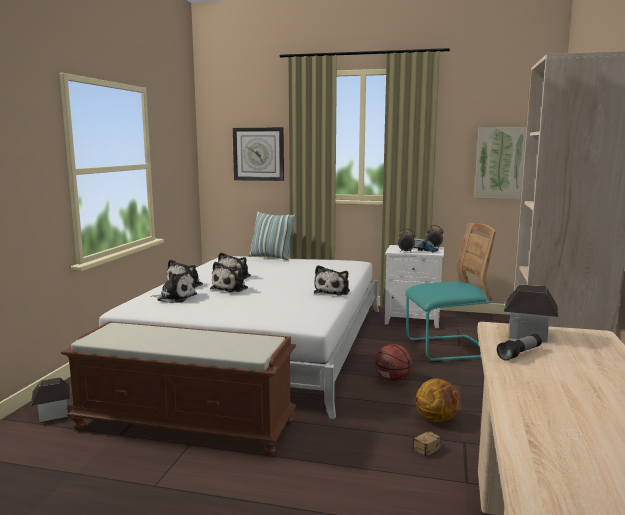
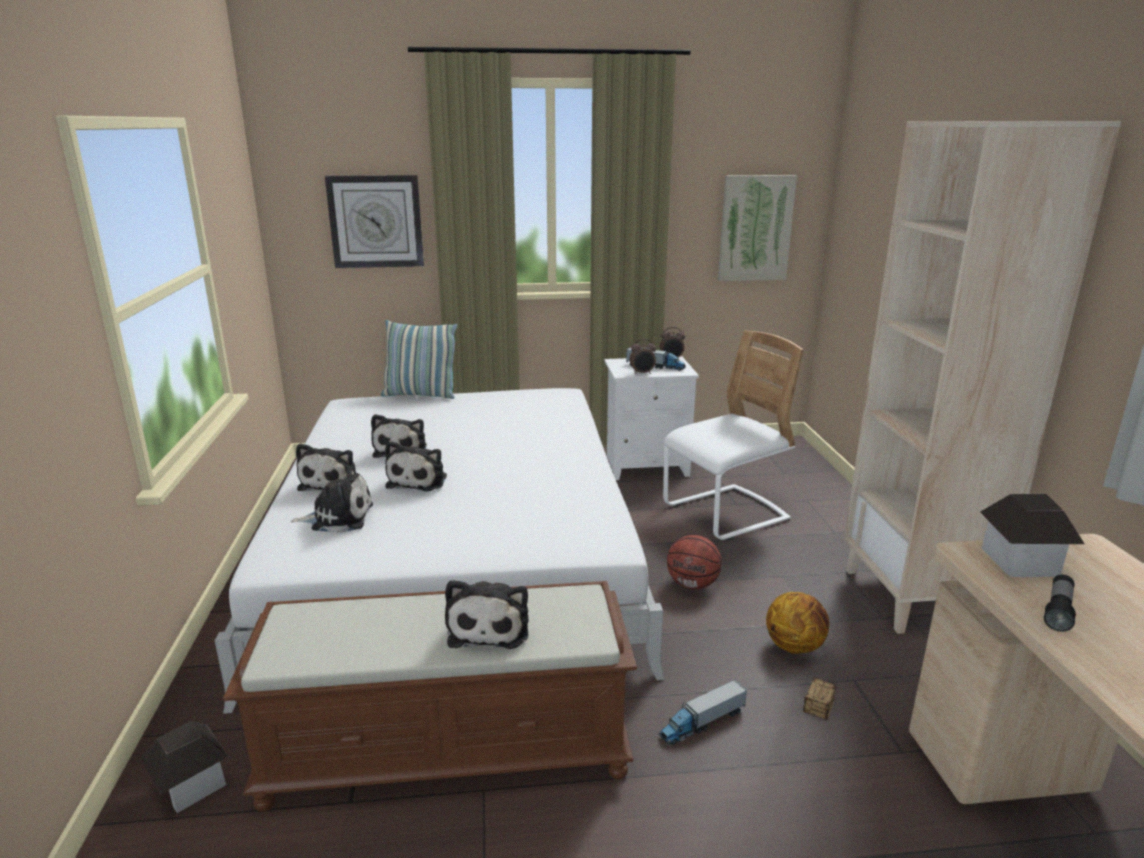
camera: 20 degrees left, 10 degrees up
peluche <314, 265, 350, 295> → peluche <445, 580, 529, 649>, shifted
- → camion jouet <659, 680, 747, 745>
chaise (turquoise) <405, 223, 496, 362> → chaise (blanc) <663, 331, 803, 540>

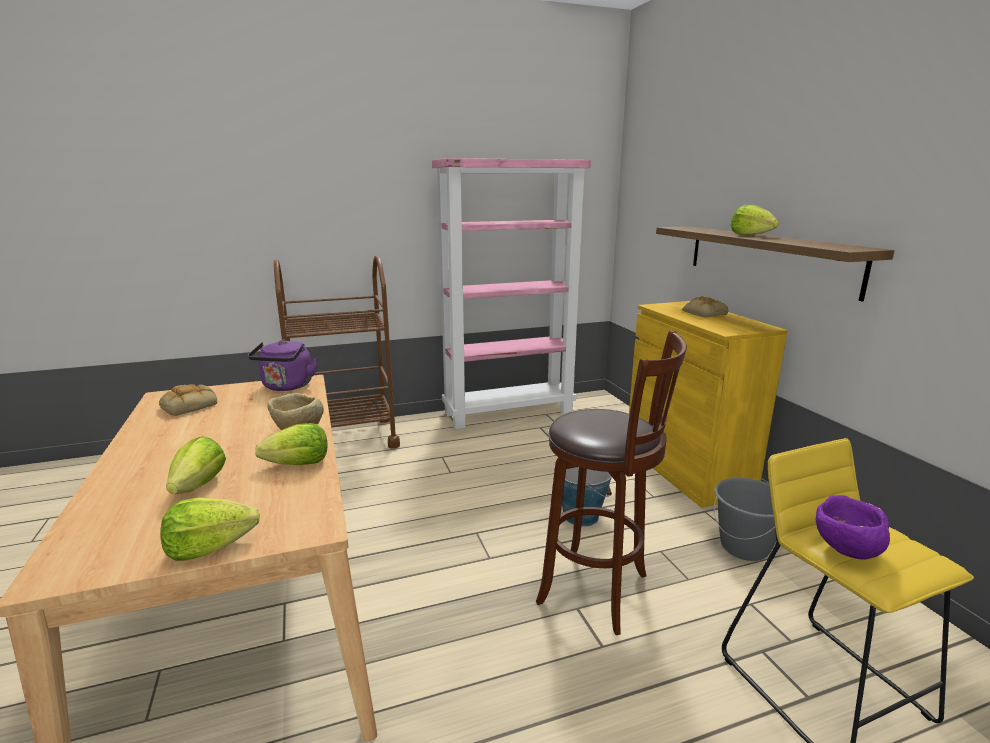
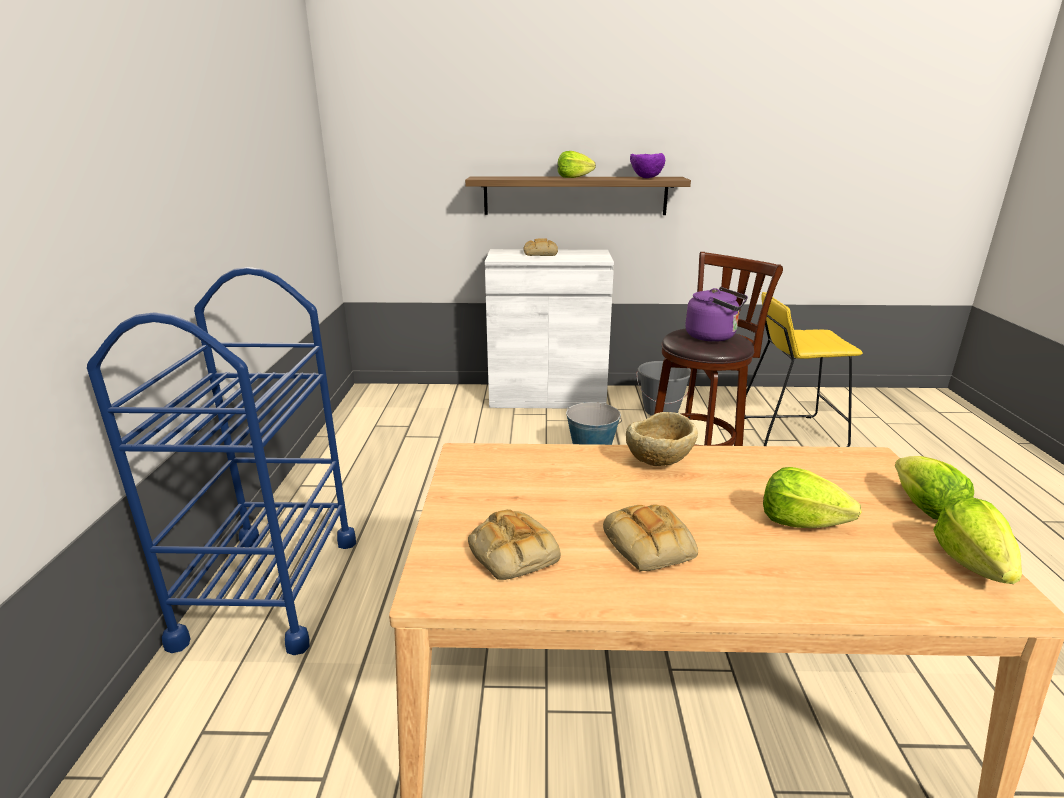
camera: 70 degrees left, 5 degrees up
chariot (marron) <274, 255, 400, 449> → chariot (bleu) <87, 267, 356, 655>
meuble de rangement (jaune) <629, 301, 787, 508> → meuble de rangement (blanc) <485, 249, 614, 408>
- → pain <603, 504, 698, 571>
bol (violet) <815, 495, 890, 560> → bol (violet) <630, 153, 665, 178>, shifted
bouilloire (violet) <248, 340, 318, 391> → bouilloire (violet) <685, 287, 748, 342>, shifted
laitue <255, 423, 328, 465> → laitue <933, 497, 1022, 584>, shifted
bibliothèque (rose) <432, 158, 591, 429> → -

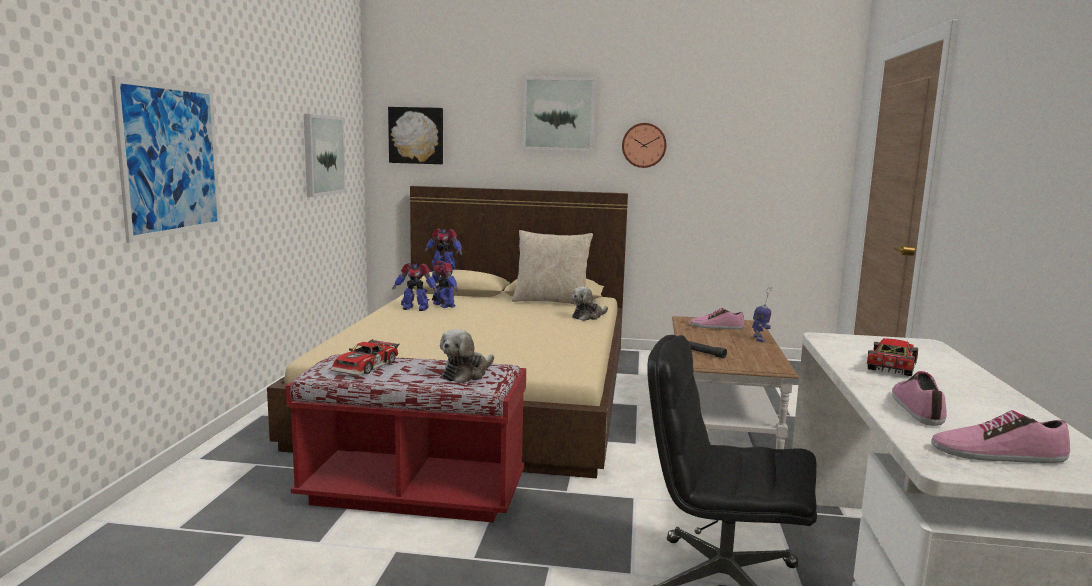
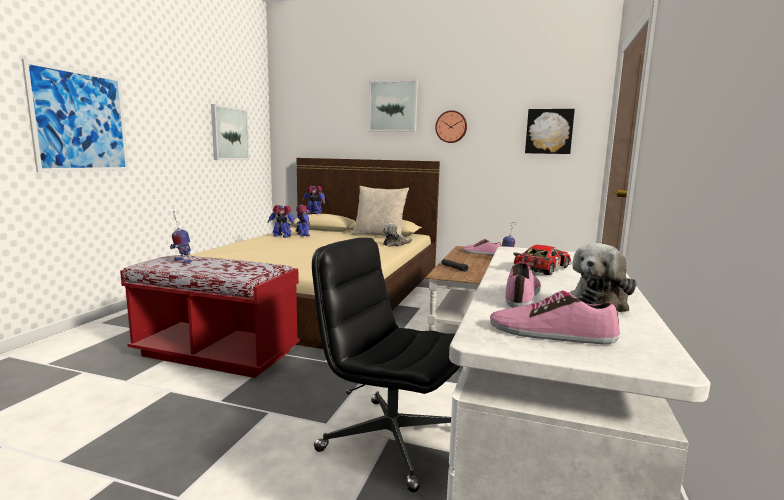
camera: 10 degrees right, 0 degrees up
petite voiture <331, 339, 400, 376> → robot jouet <170, 211, 191, 264>
tableau <388, 107, 443, 164> → tableau <525, 109, 575, 154>, shifted
peluche <440, 329, 494, 383> → peluche <569, 243, 637, 312>, shifted

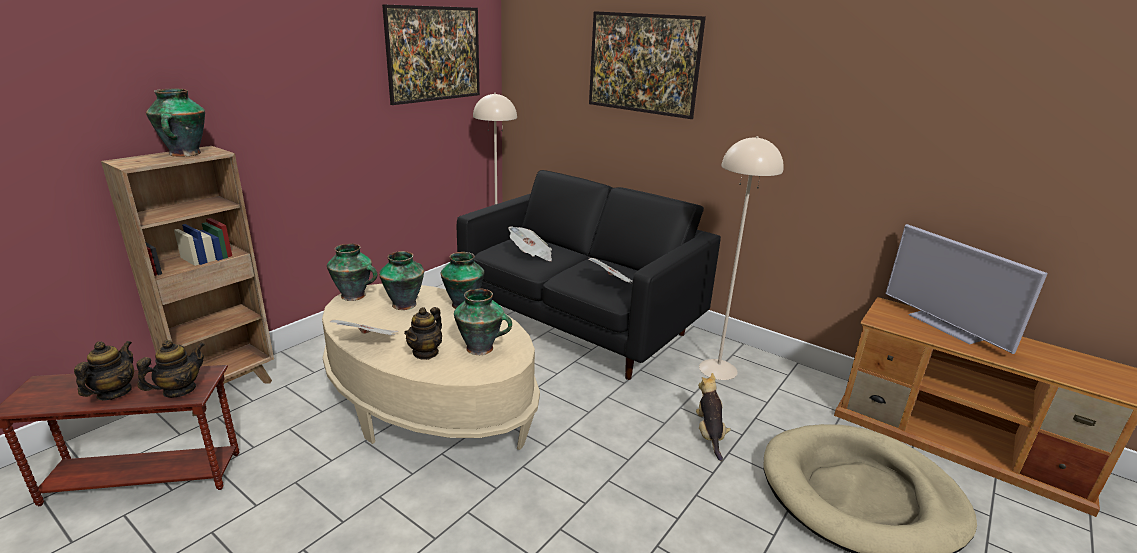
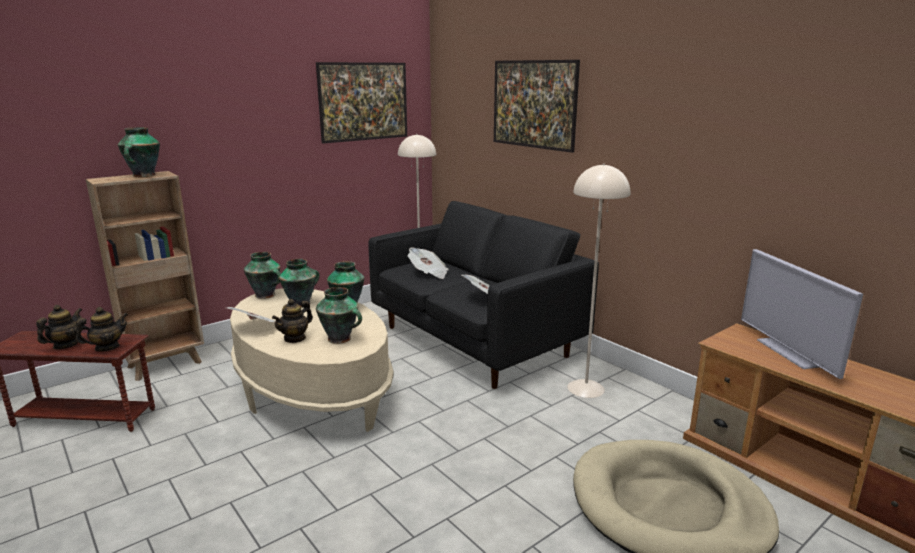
camera: 15 degrees right, 5 degrees down
peluche <696, 373, 731, 461> → -

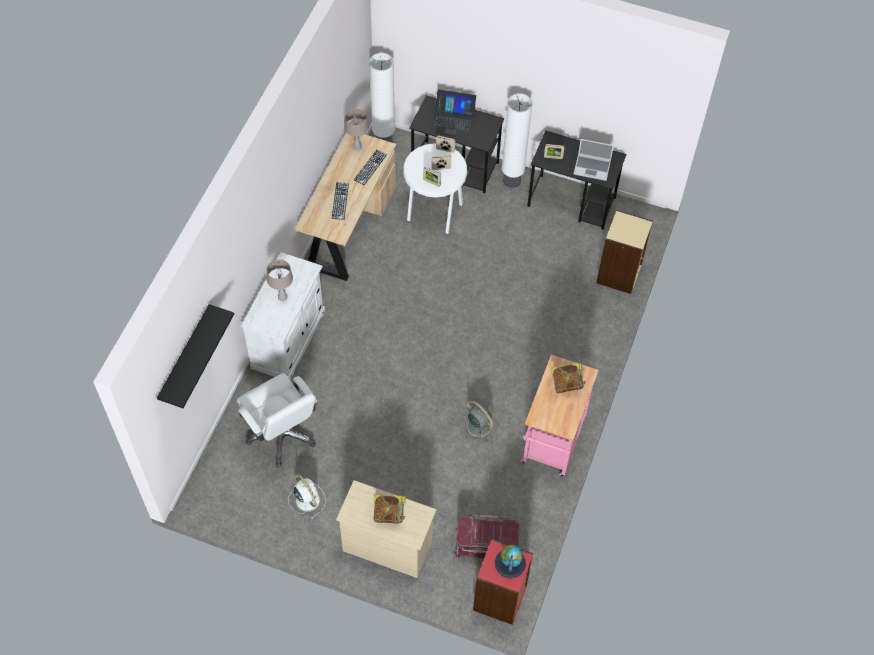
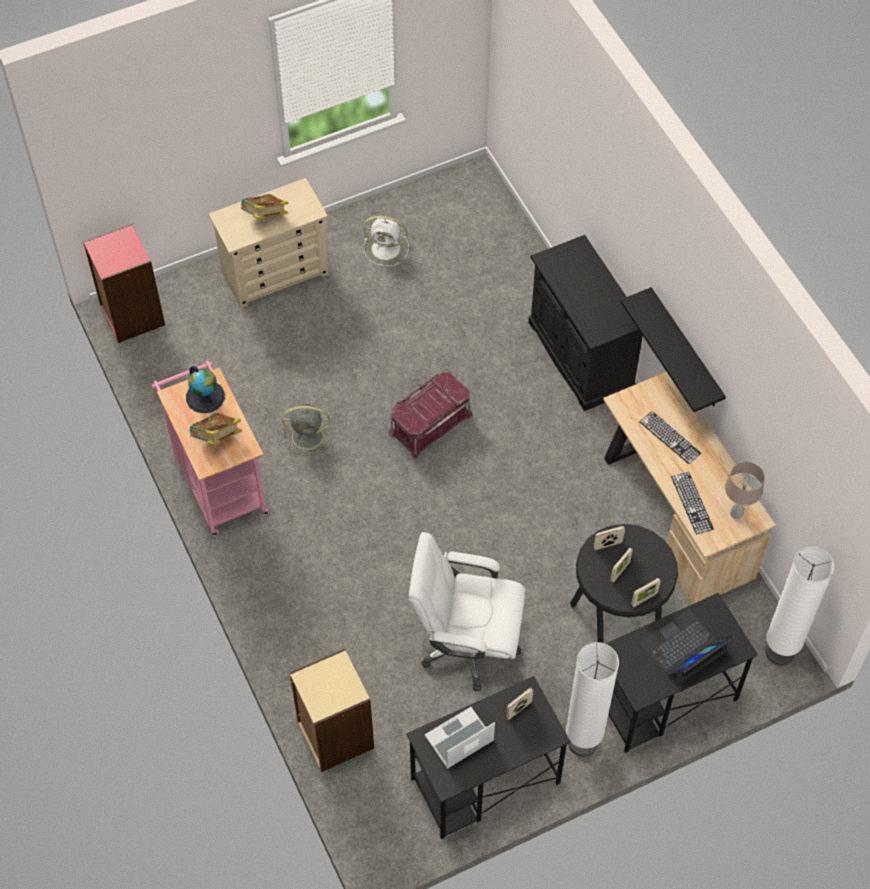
camera: 135 degrees right, 0 degrees up
globe <495, 544, 526, 578> → globe <186, 366, 225, 413>, shifted
boîte de rangement (rouge) <454, 514, 520, 559> → boîte de rangement (rouge) <389, 372, 473, 459>, shifted
chaise de bureau (blanc) <237, 373, 318, 467> → chaise de bureau (blanc) <409, 532, 525, 691>, shifted
meuble de rangement (blanc) <241, 252, 325, 381> → meuble de rangement (noir) <528, 235, 643, 411>
tabouret (blanc) <403, 143, 467, 234> → tabouret (noir) <570, 524, 678, 643>
étagère (noir) <157, 304, 234, 408> → étagère (noir) <620, 287, 726, 412>, shifted
lampe de table (beige) <267, 259, 293, 301> → -

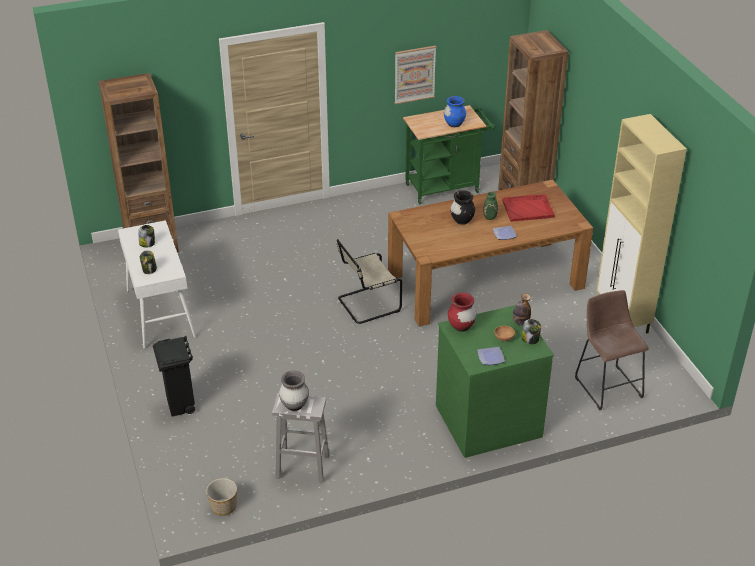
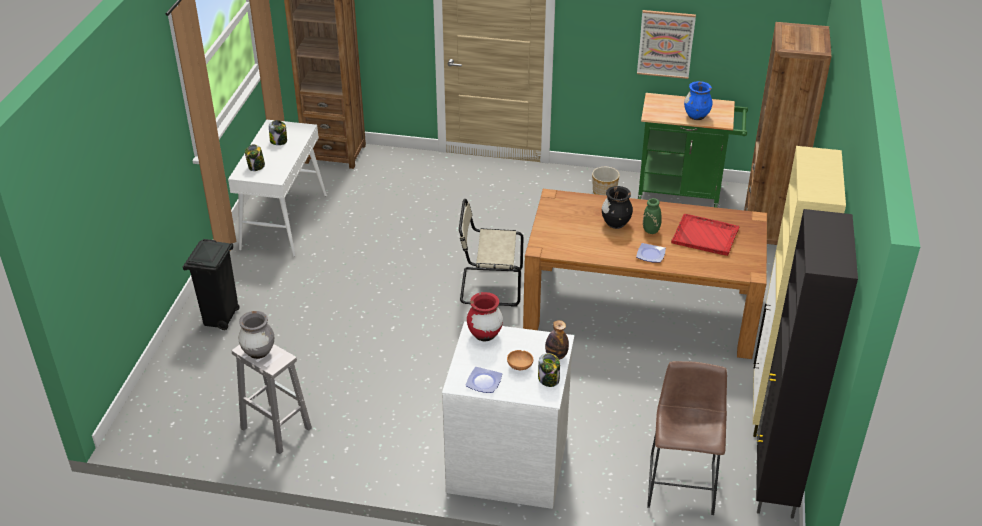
camera: 30 degrees right, 0 degrees up
commode (vert) <436, 305, 554, 458> → commode (blanc) <442, 321, 574, 509>
cache-pot <206, 478, 237, 516> → cache-pot <592, 167, 620, 196>, shifted
- → meuble de rangement (noir) <756, 209, 858, 519>

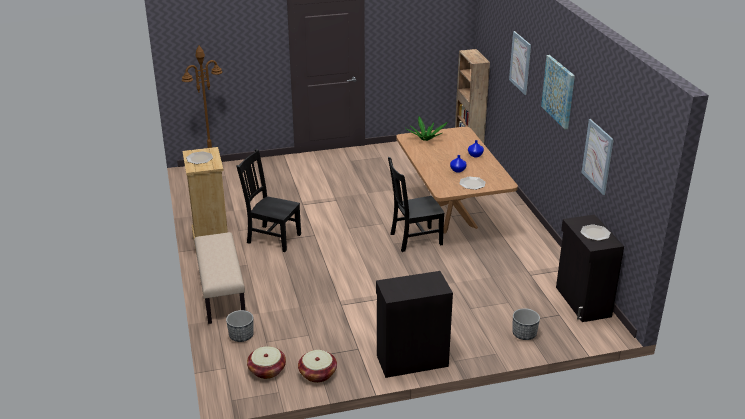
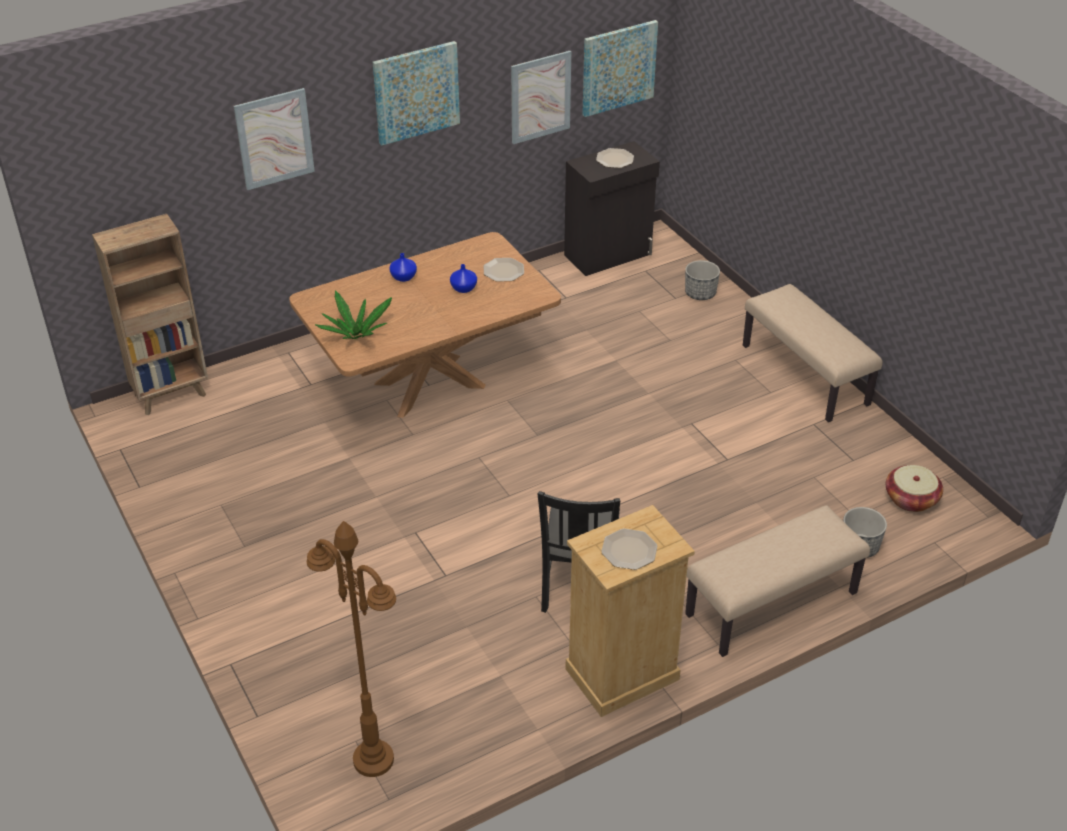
camera: 105 degrees left, 10 degrees up
- → tableau <582, 20, 658, 117>
meuble de rangement (noir) <376, 271, 453, 378> → banc (beige) <743, 284, 883, 422>
panier <298, 350, 337, 383> → -
chaise (noir) <388, 157, 445, 252> → -

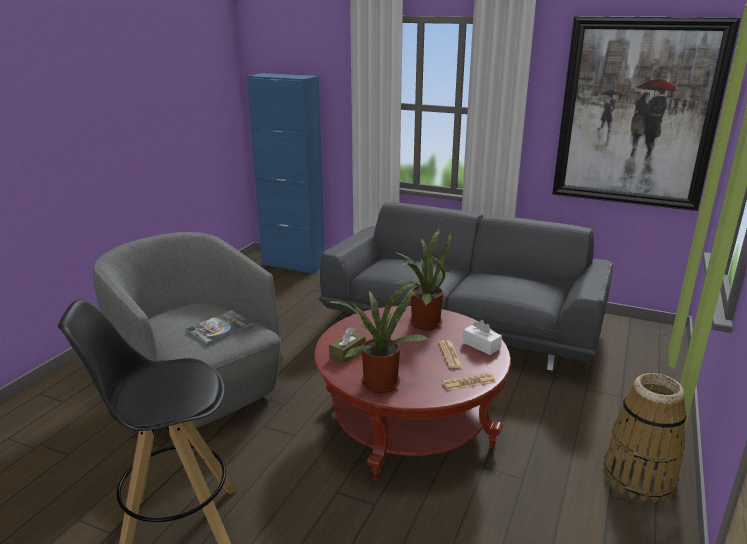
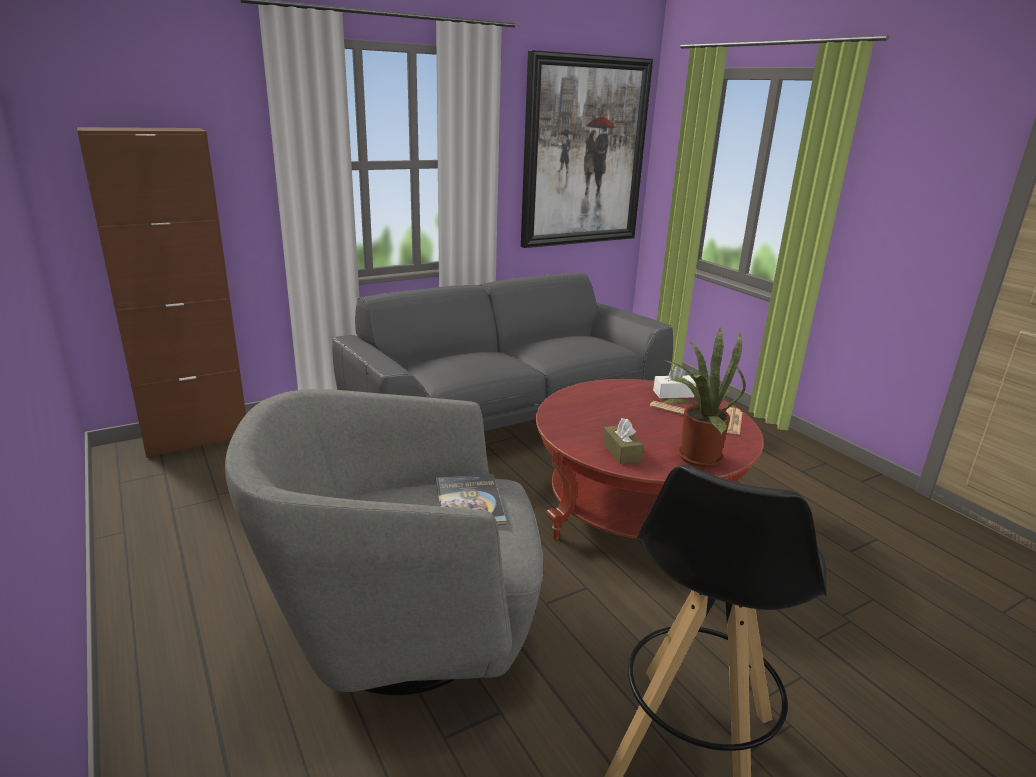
camera: 55 degrees left, 0 degrees up
meuble de rangement (bleu) <247, 73, 325, 274> → meuble de rangement (marron) <77, 127, 246, 458>
plante en pot <394, 229, 451, 330> → -
panier <603, 373, 687, 502> → -

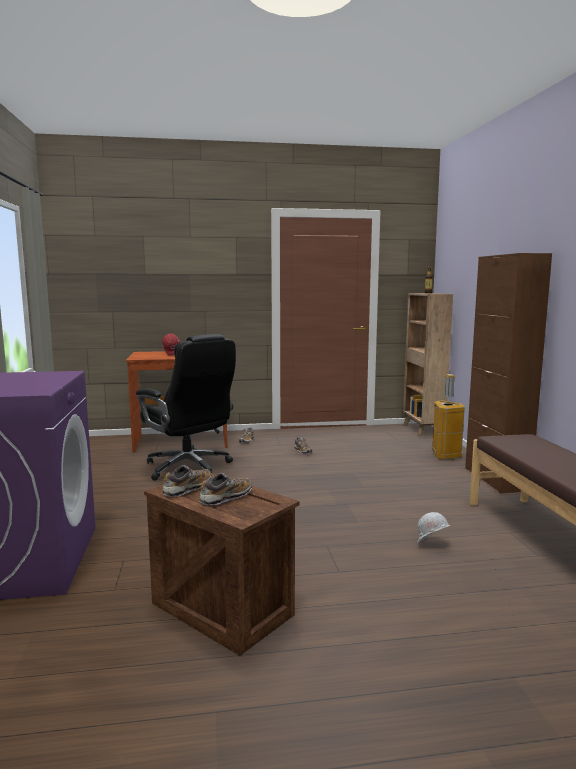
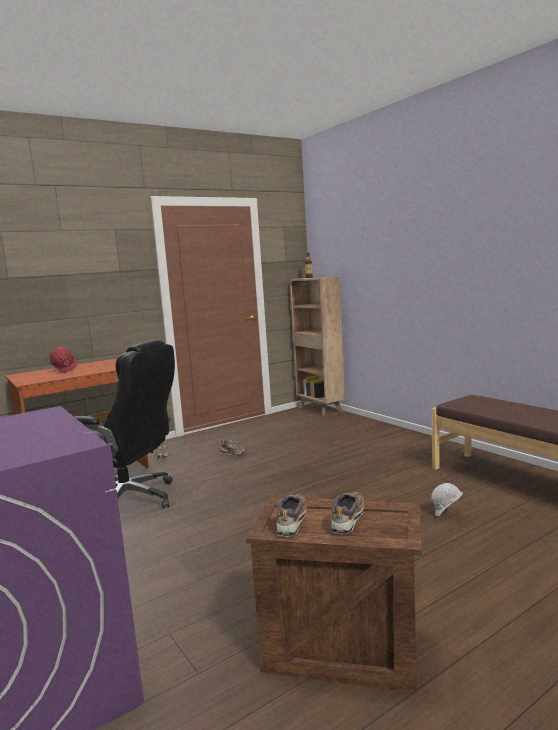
camera: 25 degrees left, 0 degrees up
poubelle <432, 374, 465, 460> → -
meuble de rangement (marron) <465, 253, 552, 493> → -

